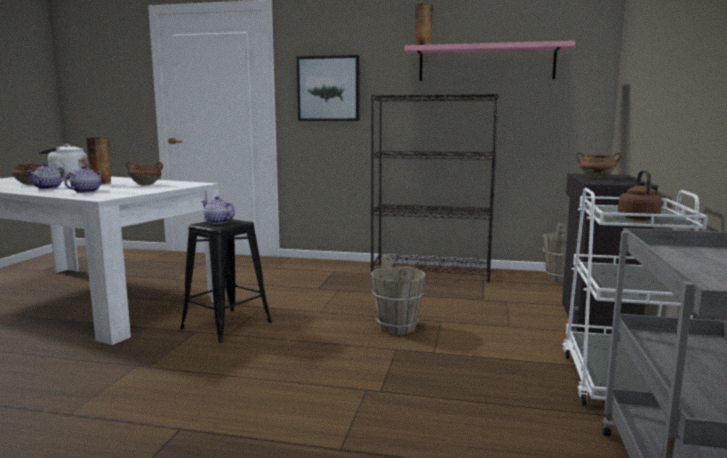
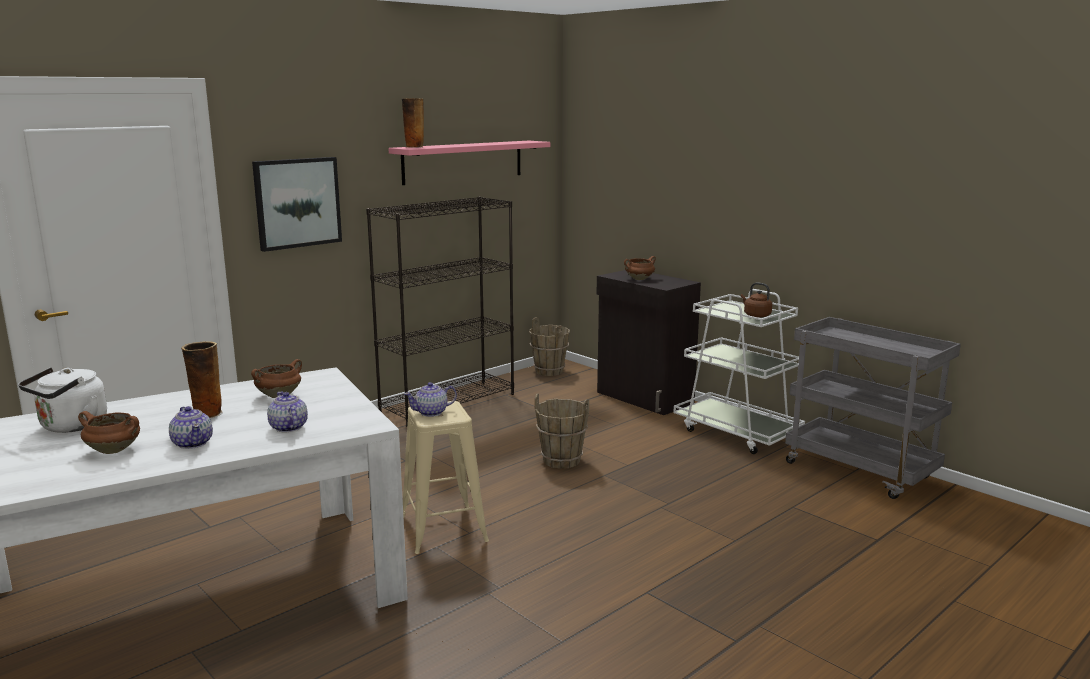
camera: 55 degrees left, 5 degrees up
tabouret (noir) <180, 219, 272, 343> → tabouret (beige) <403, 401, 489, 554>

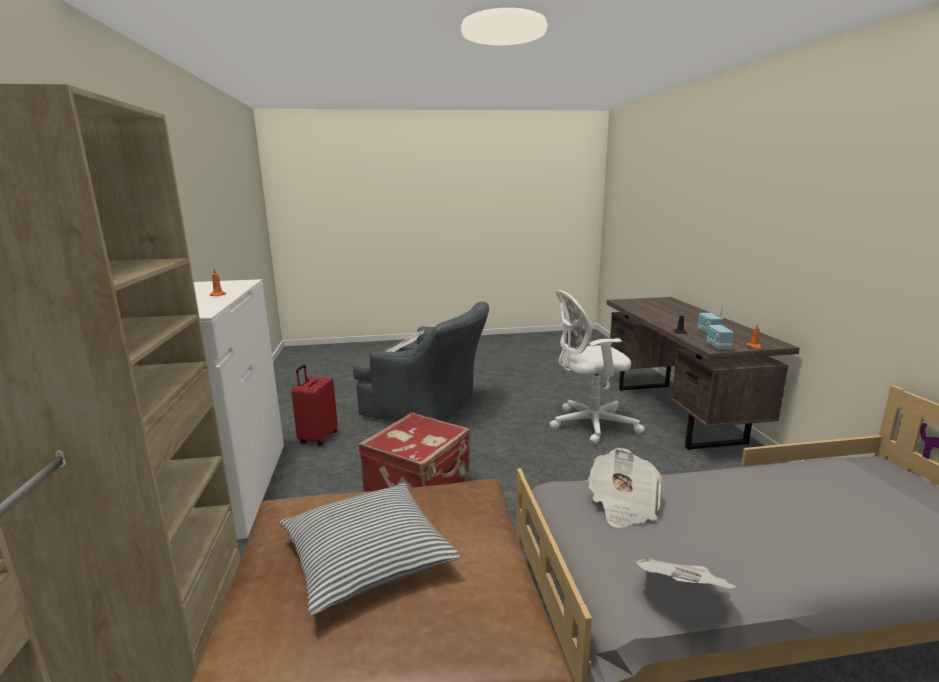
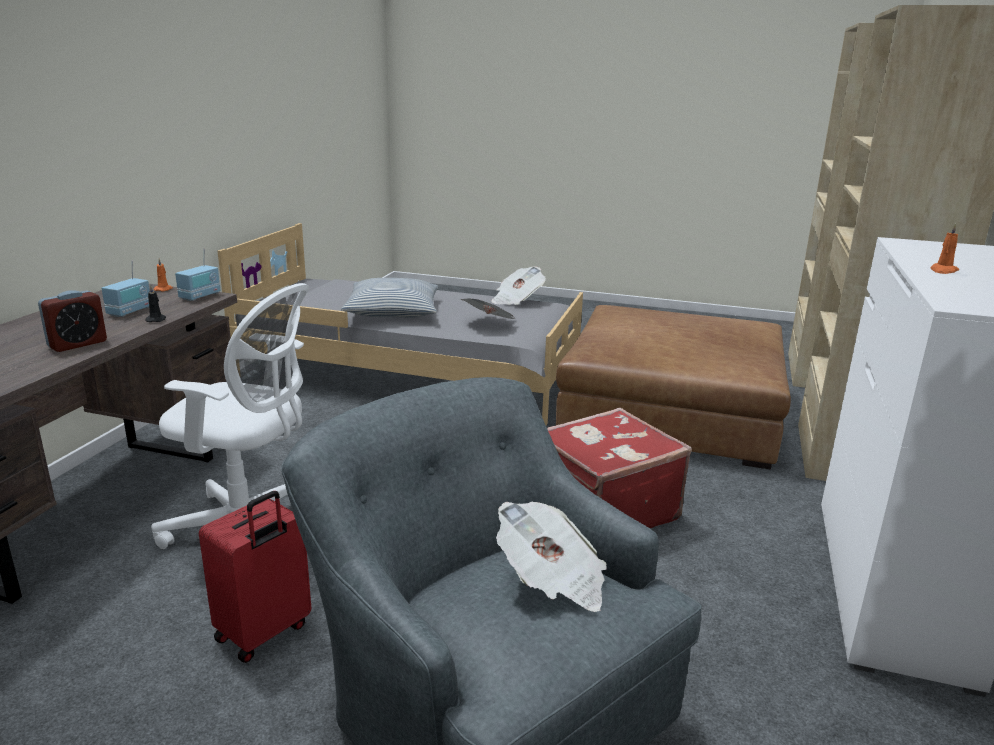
camera: 155 degrees left, 5 degrees up
- → réveil <38, 290, 107, 352>
valise (rouge) <291, 365, 338, 446> → valise (rouge) <199, 491, 311, 663>, shifted
coussin <280, 482, 460, 616> → coussin <341, 278, 438, 318>, shifted

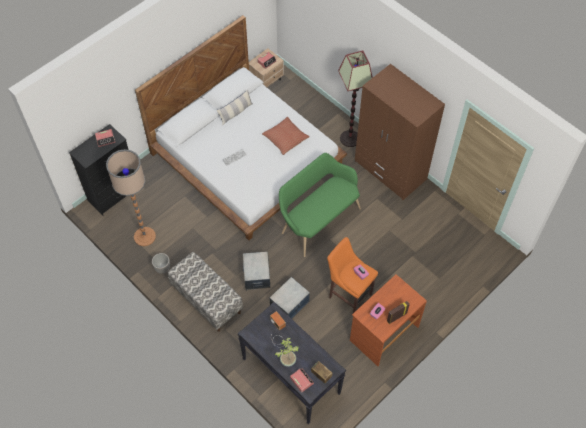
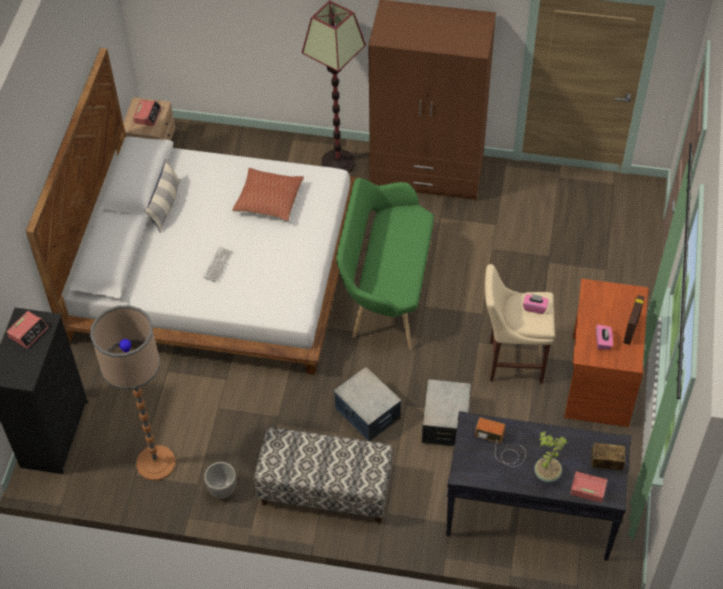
camera: 35 degrees left, 5 degrees down
tabouret (orange) <327, 237, 378, 313> → tabouret (beige) <485, 264, 555, 384>

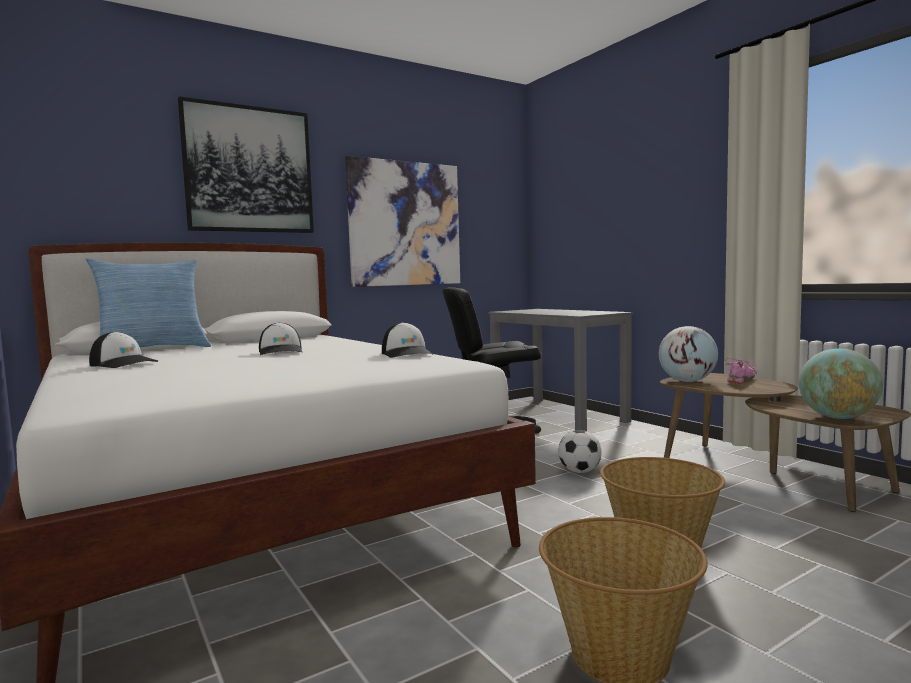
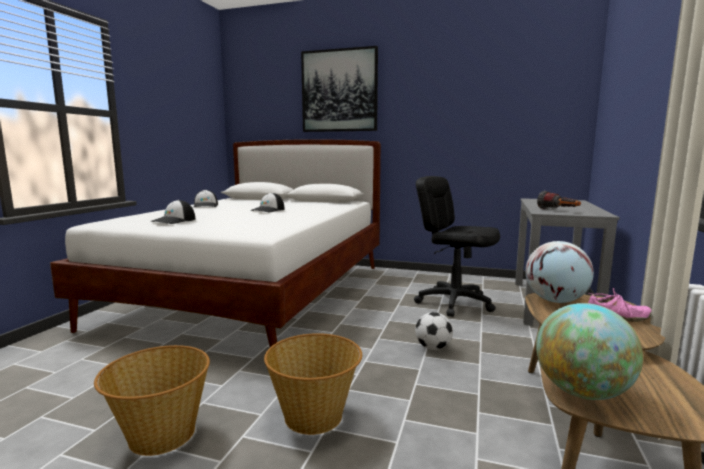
camera: 50 degrees right, 5 degrees up
casquette <382, 322, 432, 358> → casquette <151, 200, 195, 224>, shifted
- → lampe de poche <537, 191, 581, 209>
coussin <86, 258, 211, 347> → -
tableau <345, 156, 460, 287> → -

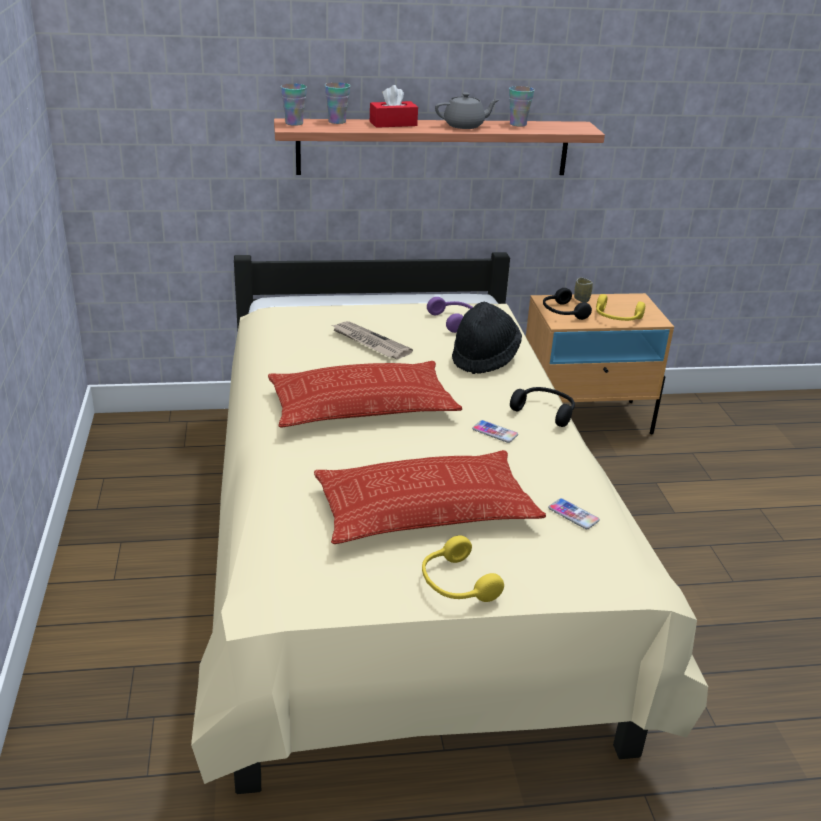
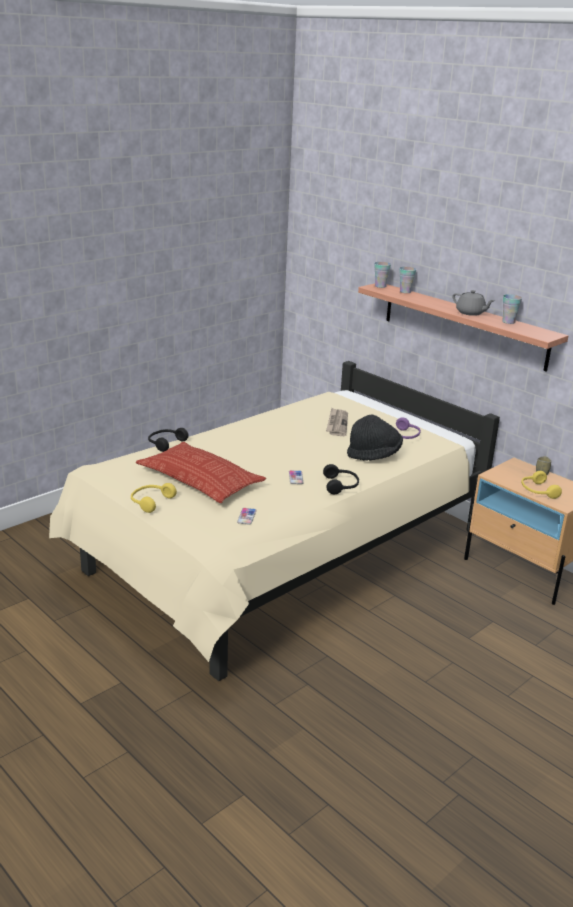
camera: 55 degrees right, 5 degrees down
casque audio (noir) <543, 288, 592, 320> → casque audio (noir) <148, 428, 189, 452>, shifted
coussin <268, 361, 462, 428> → -
boîte à mouchoirs (rouge) <370, 85, 418, 128> → -

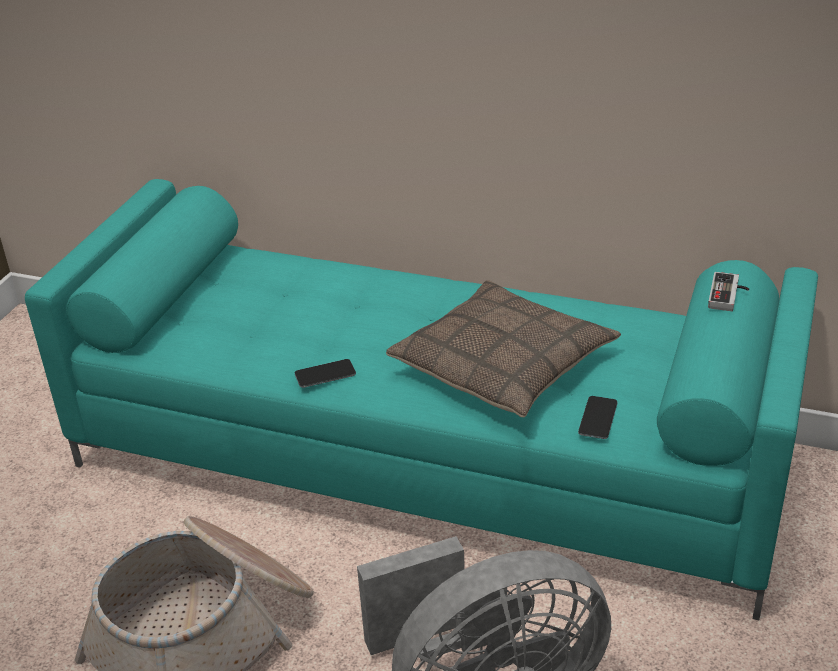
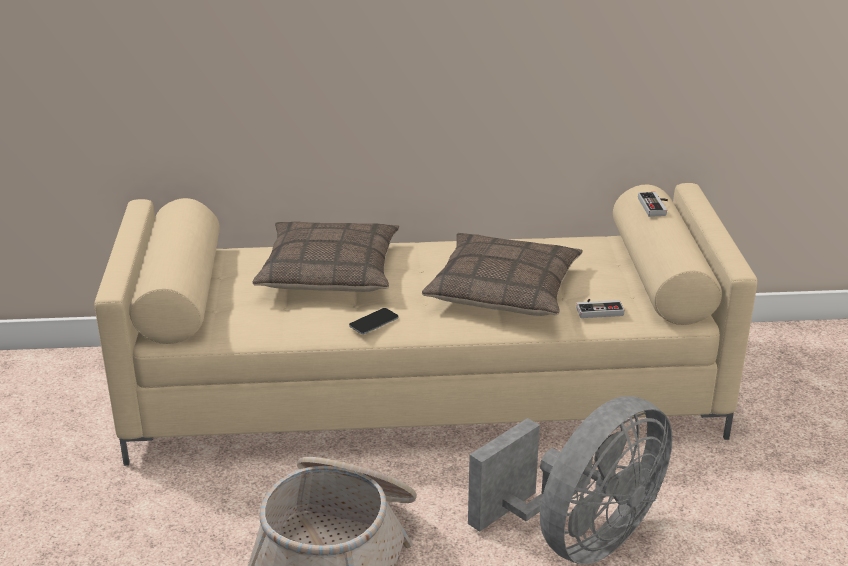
camera: 25 degrees left, 5 degrees down
canapé (turquoise) <25, 179, 818, 620> → canapé (beige) <95, 183, 757, 466>
- → coussin <252, 221, 399, 292>
téléphone <578, 396, 618, 439> → manette <576, 299, 624, 318>

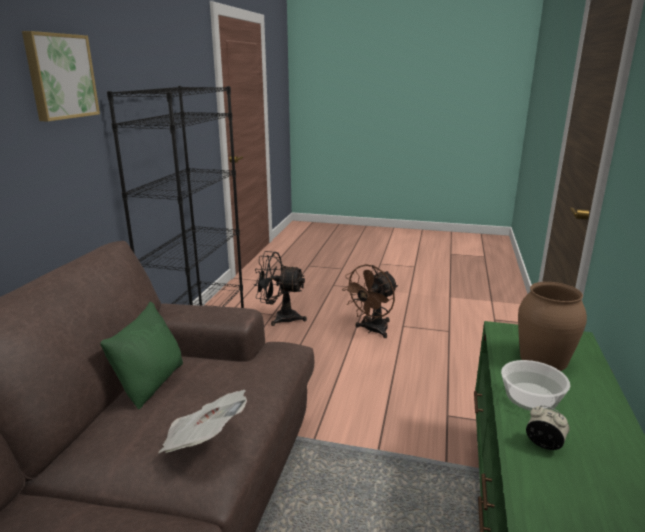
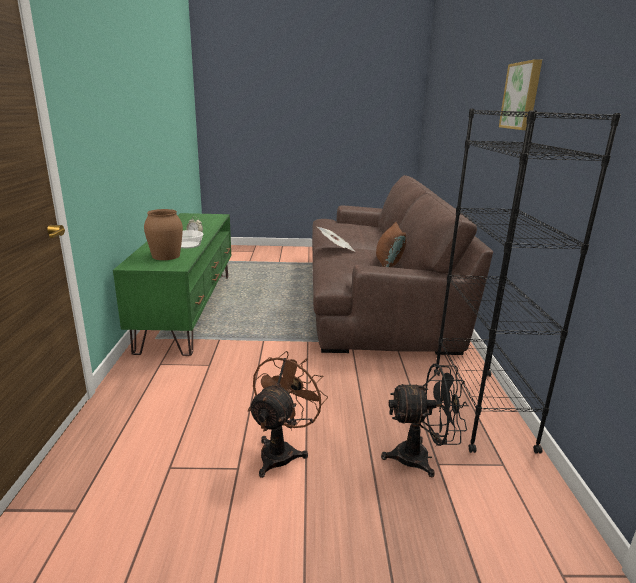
camera: 165 degrees right, 0 degrees up
coussin (vert) <100, 301, 183, 409> → coussin (marron) <376, 222, 406, 267>

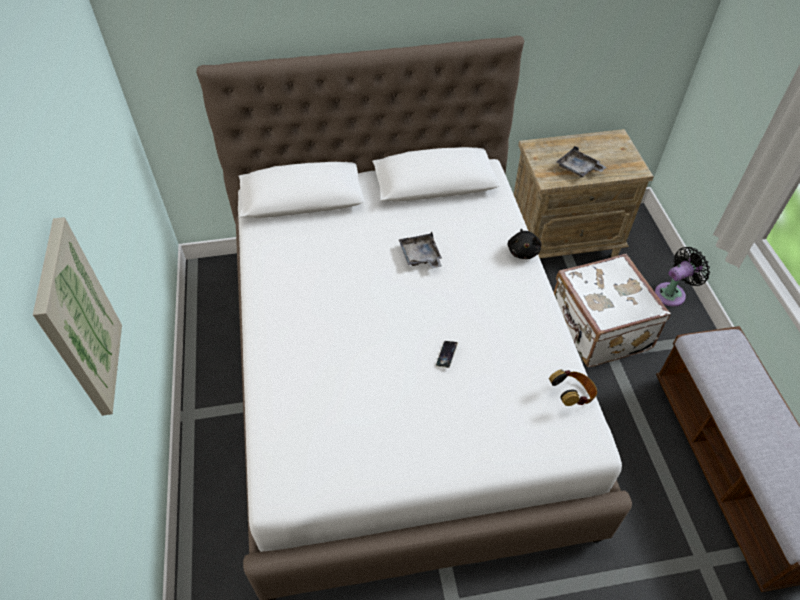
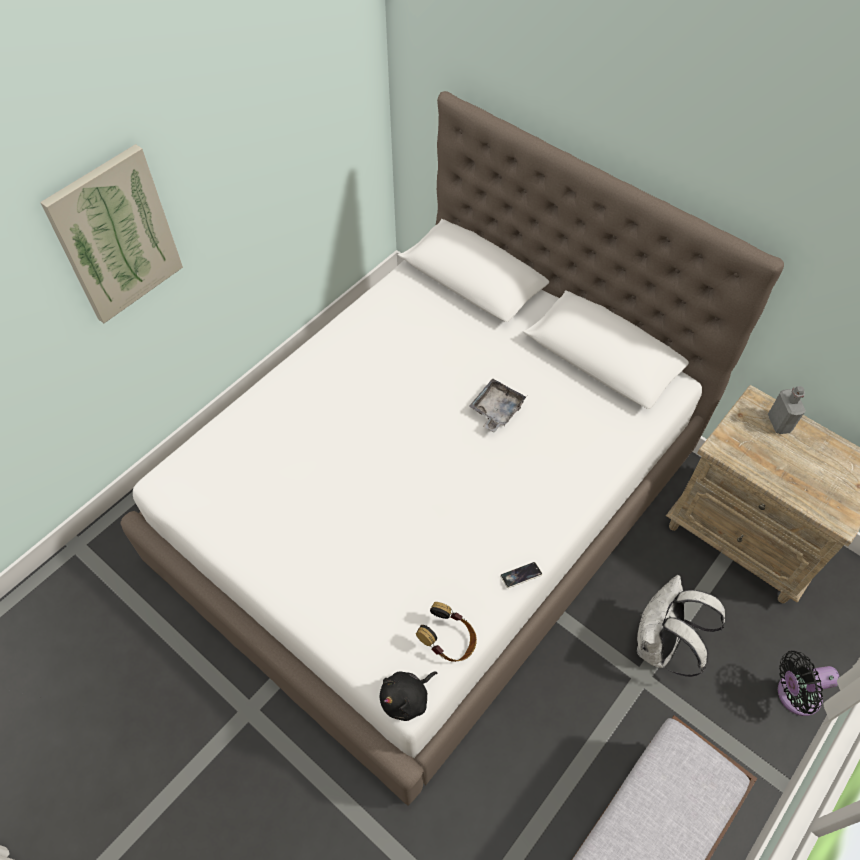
camera: 50 degrees right, 5 degrees up
peluche (noir) <507, 229, 541, 259> → peluche (noir) <379, 672, 438, 721>, shifted
téléphone <436, 341, 458, 368> → téléphone <500, 562, 543, 588>, shifted
valise (blanc) <554, 254, 671, 367> → sac à dos (blanc) <637, 575, 725, 677>
- → bouteille (gris) <768, 386, 806, 434>
ventilateur (noir) <655, 247, 710, 307> → ventilateur (noir) <778, 650, 839, 716>, 150 degrees clockwise
plateau (gris) <556, 146, 606, 177> → -

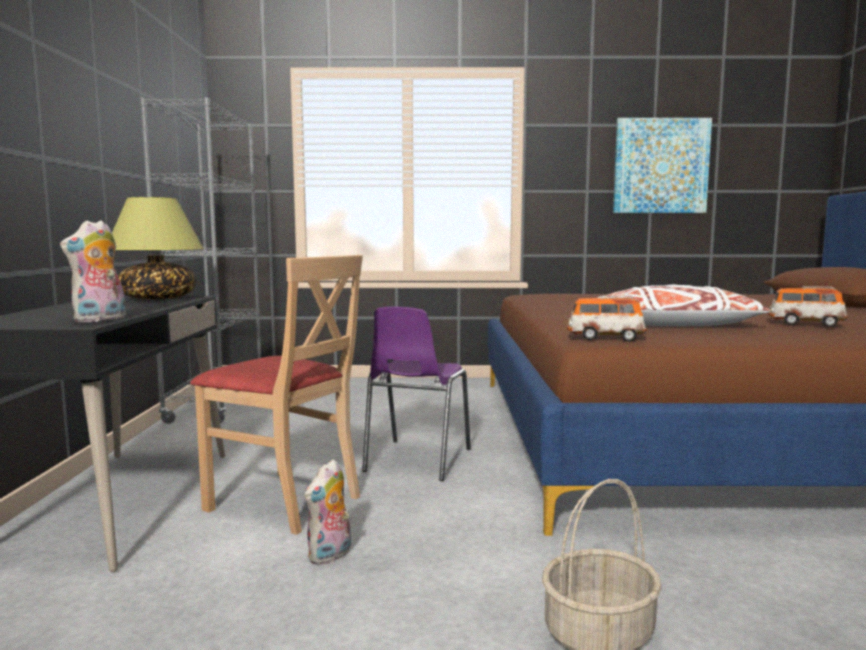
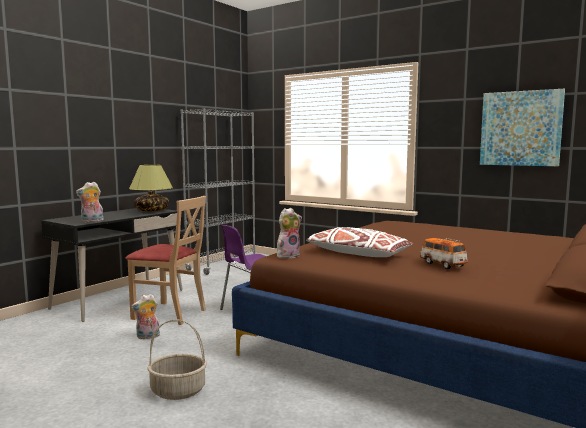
camera: 35 degrees right, 0 degrees up
chaise (beige) <190, 255, 363, 535> → chaise (beige) <125, 196, 206, 325>, 45 degrees counterclockwise
petite voiture <567, 295, 647, 342> → peluche <277, 208, 302, 258>

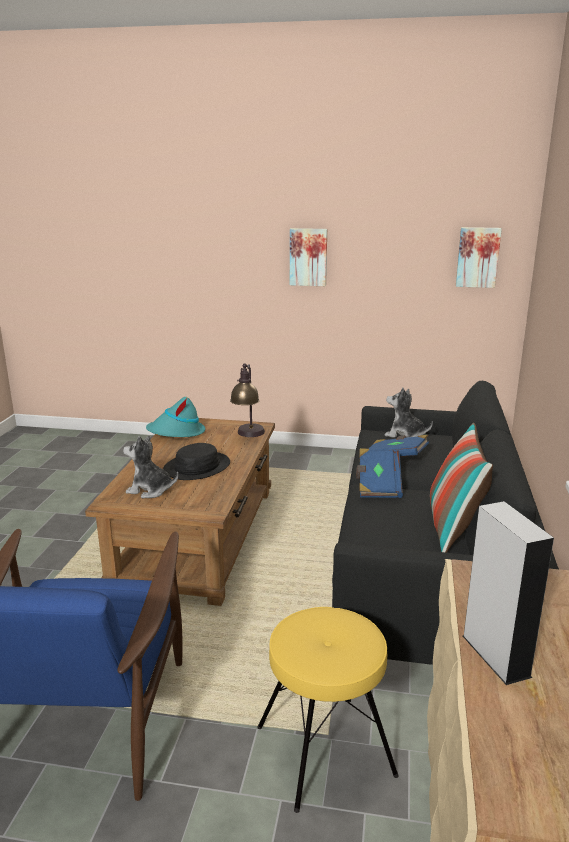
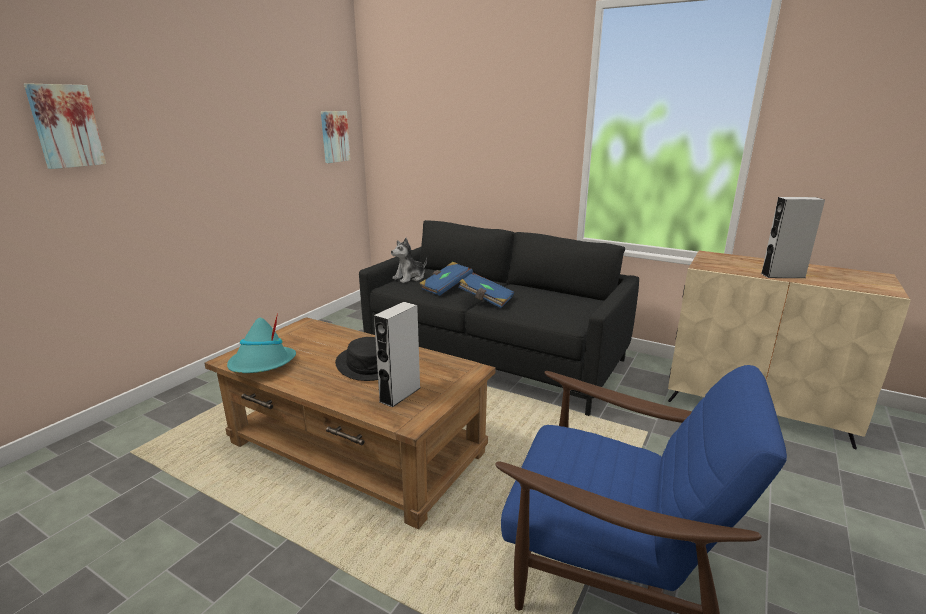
camera: 70 degrees left, 0 degrees up
tableau <290, 228, 327, 286> → tableau <24, 83, 106, 169>, shifted
peluche <123, 435, 178, 498> → enceinte (gris) <374, 302, 420, 407>
lampe de table <230, 363, 265, 437> → -
tabouret (jaune) <257, 607, 399, 813> → -
coussin <430, 423, 493, 553> → -

